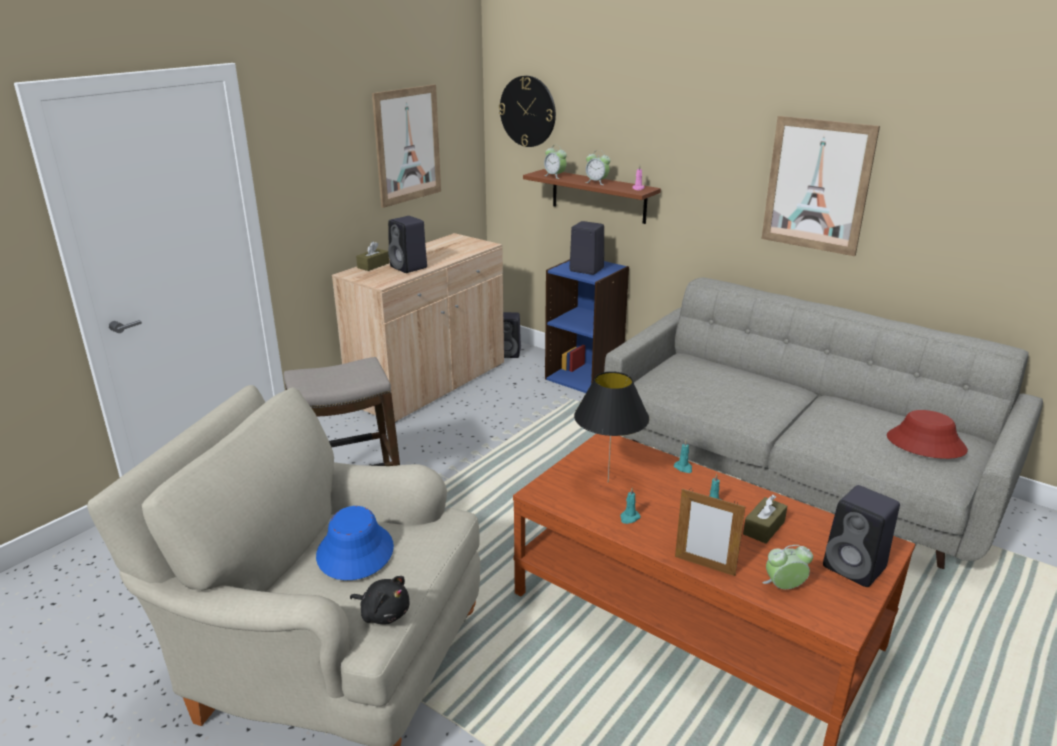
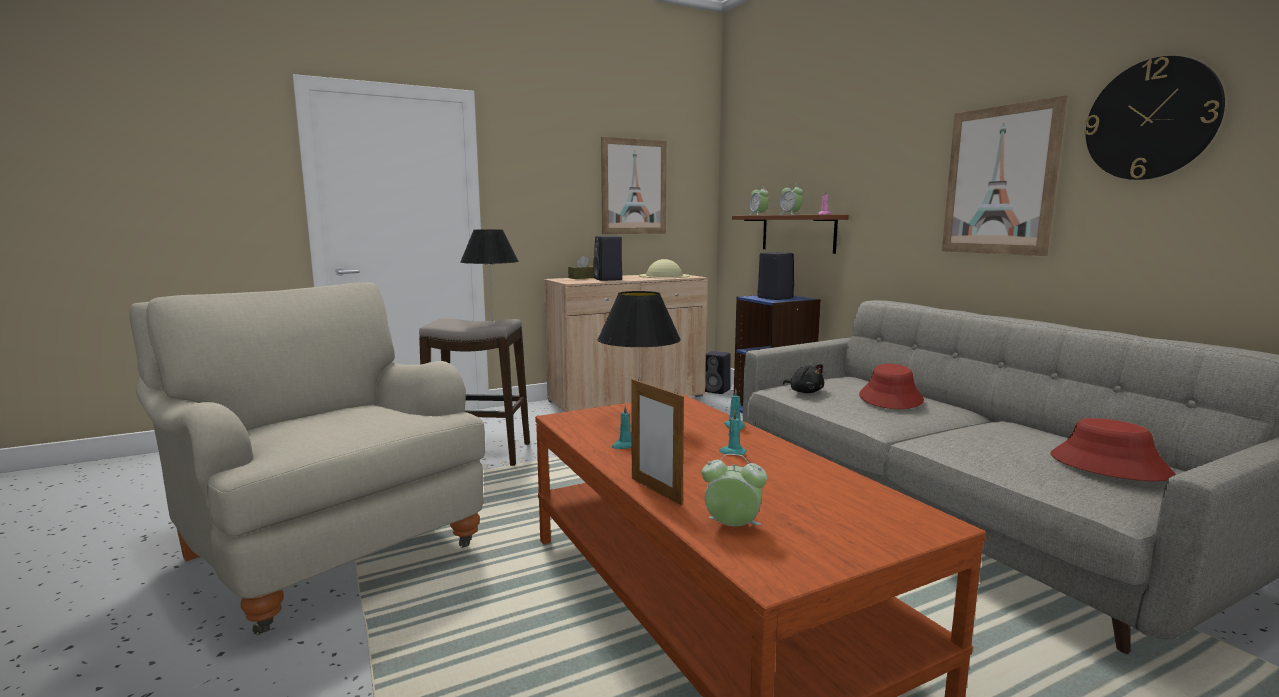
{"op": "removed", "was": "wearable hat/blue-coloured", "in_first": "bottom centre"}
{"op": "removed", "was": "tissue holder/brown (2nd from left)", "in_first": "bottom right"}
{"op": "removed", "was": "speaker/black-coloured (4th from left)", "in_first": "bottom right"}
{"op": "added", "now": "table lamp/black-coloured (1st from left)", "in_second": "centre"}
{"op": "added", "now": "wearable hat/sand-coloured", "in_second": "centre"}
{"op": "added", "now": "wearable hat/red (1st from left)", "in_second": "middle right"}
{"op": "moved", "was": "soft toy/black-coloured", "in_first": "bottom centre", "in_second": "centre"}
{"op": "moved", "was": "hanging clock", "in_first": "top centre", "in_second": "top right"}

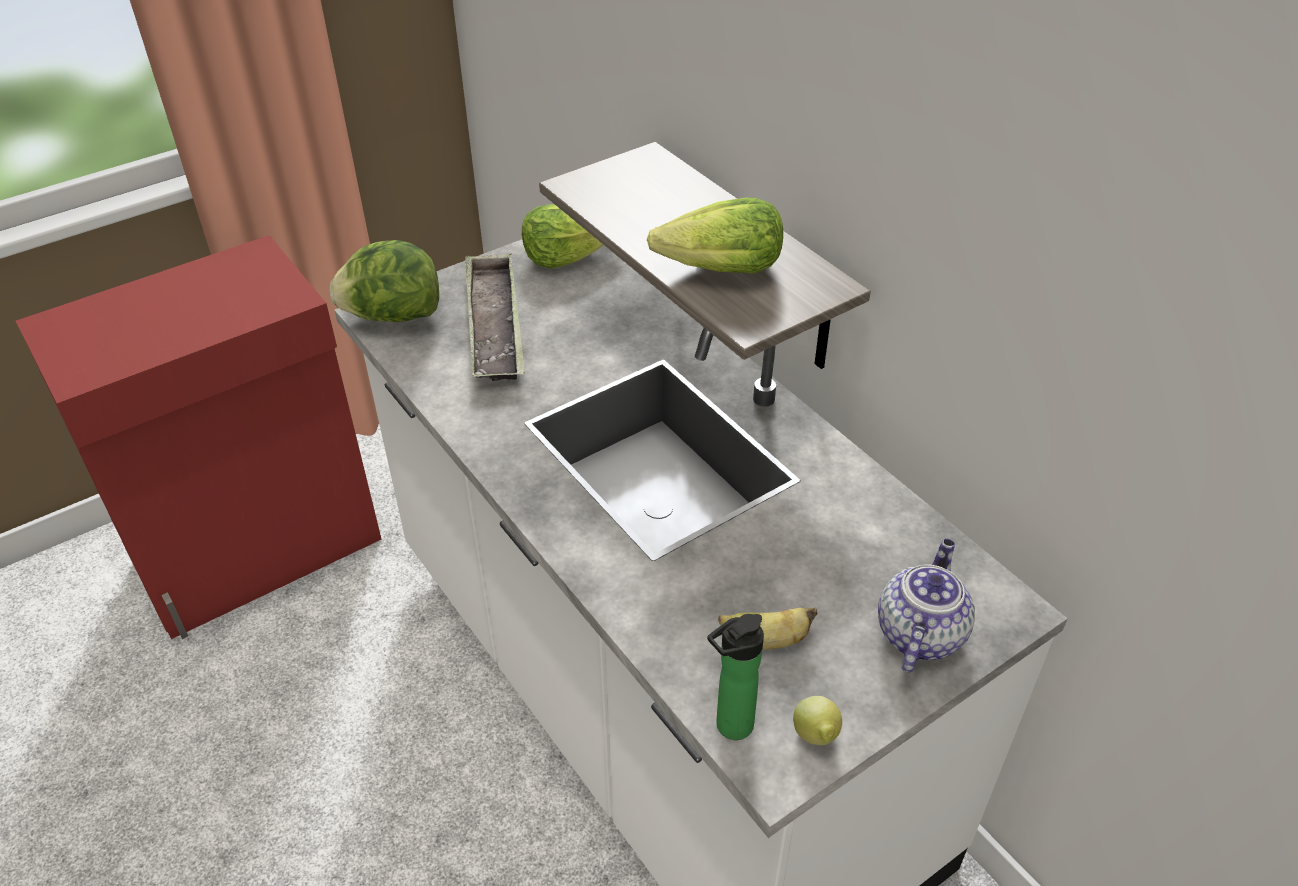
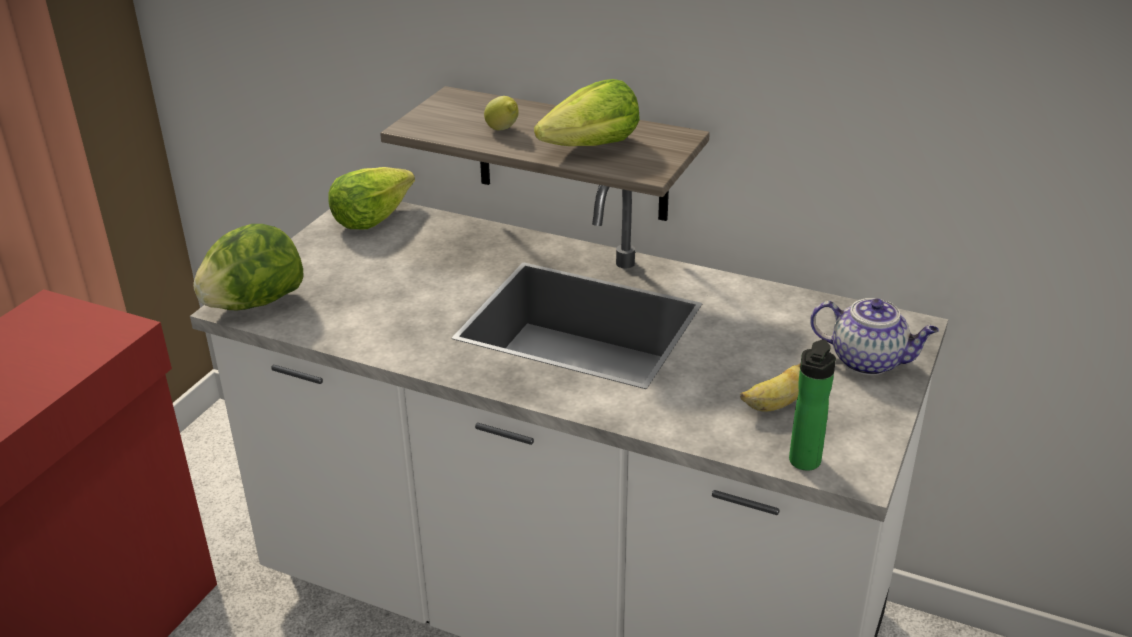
{"op": "removed", "was": "serving tray", "in_first": "centre"}
{"op": "moved", "was": "lemon", "in_first": "bottom centre", "in_second": "top centre"}
{"op": "turned", "was": "tea pot", "in_first": "bottom right", "in_second": "middle right", "clockwise": 120}

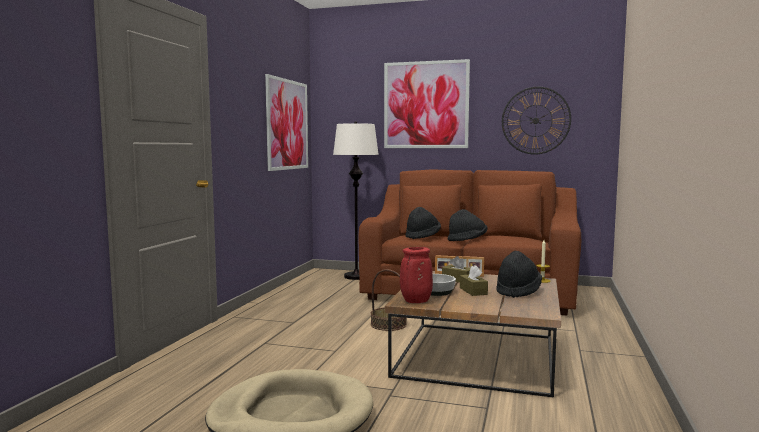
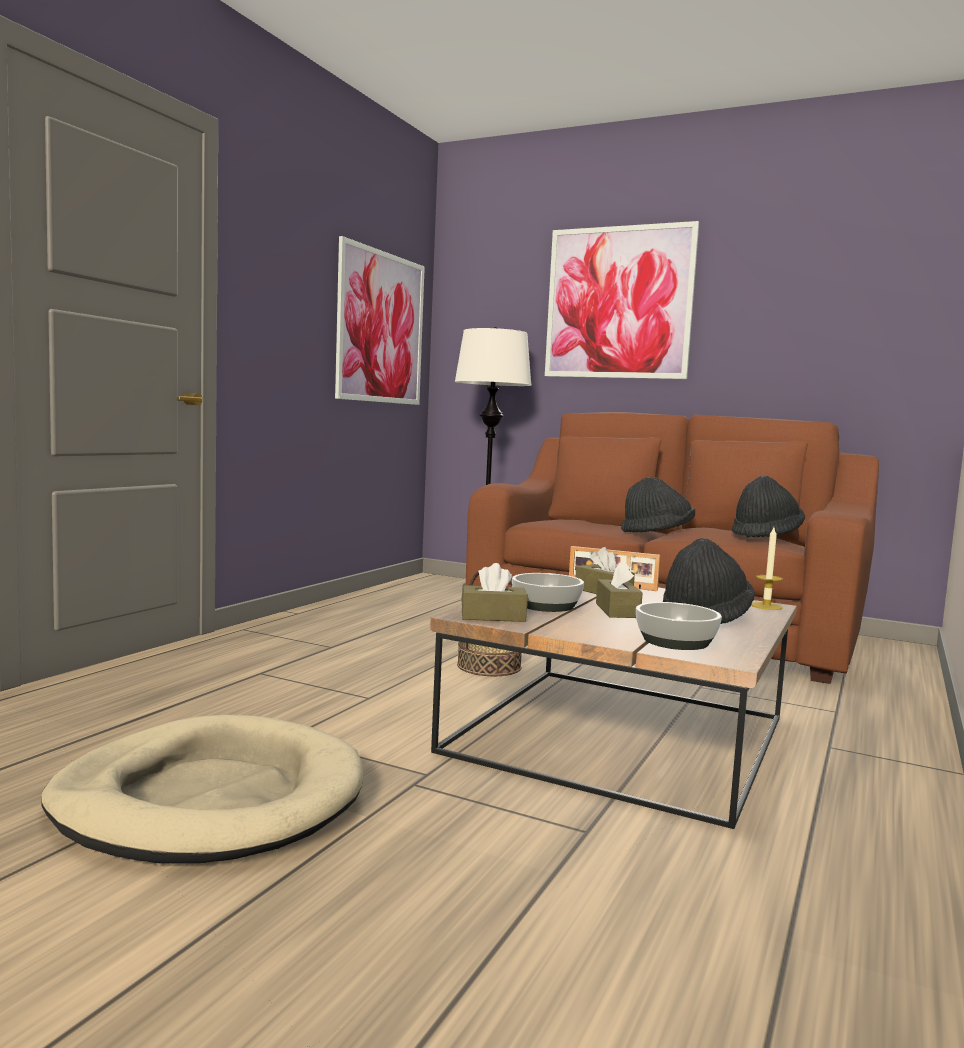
{"op": "removed", "was": "hanging clock", "in_first": "top right"}
{"op": "added", "now": "deep dish (2nd from left)", "in_second": "middle right"}
{"op": "moved", "was": "wearable hat/black-coloured (1st from left in the first image)", "now": "wearable hat/black-coloured (3rd from left)", "in_first": "centre", "in_second": "middle right"}
{"op": "replaced", "was": "vase/red", "now": "tissue holder/brown (1st from left)", "in_first": "centre", "in_second": "centre"}

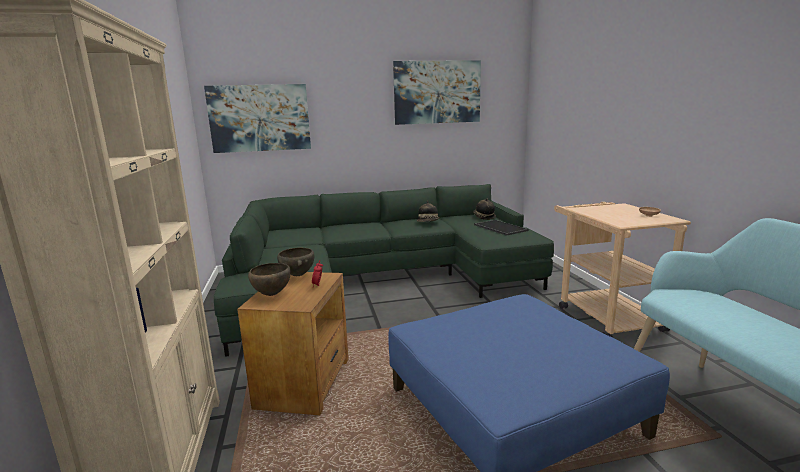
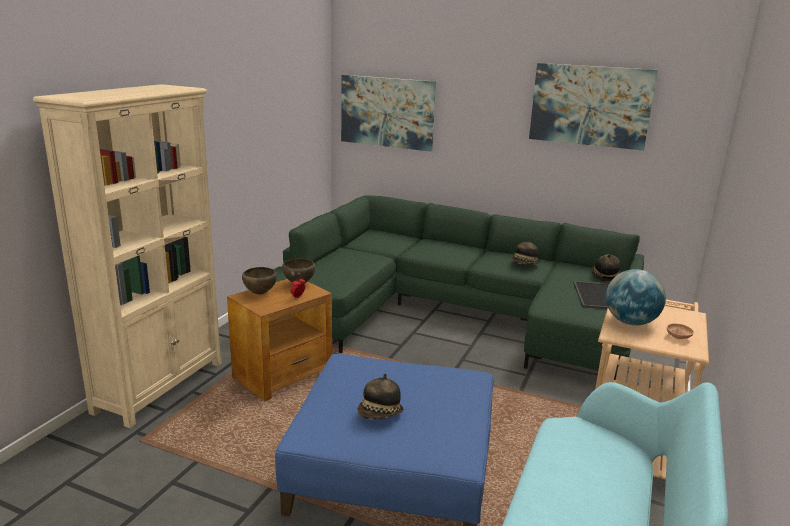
{"op": "added", "now": "wearable hat (1st from left)", "in_second": "bottom centre"}
{"op": "added", "now": "globe", "in_second": "middle right"}

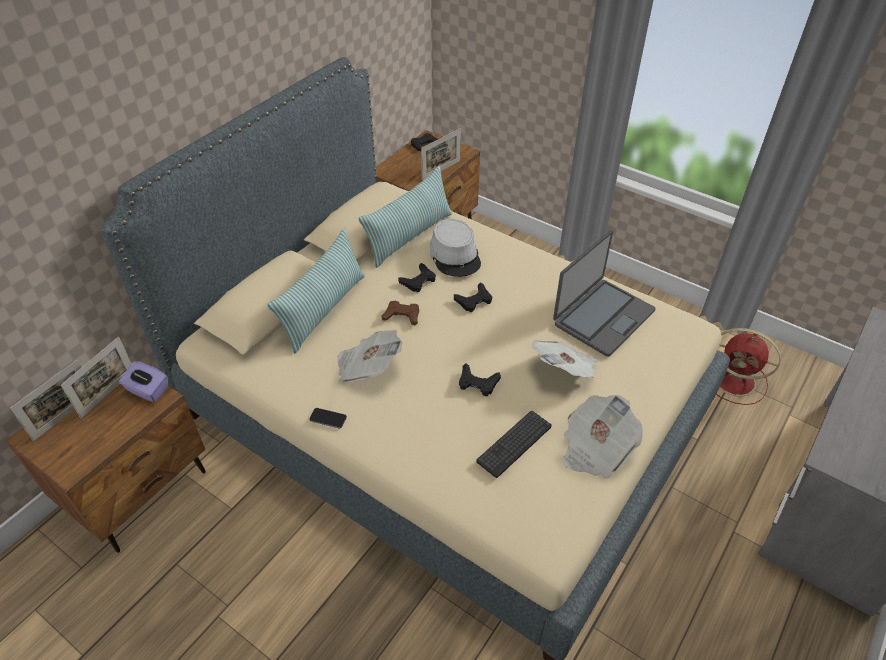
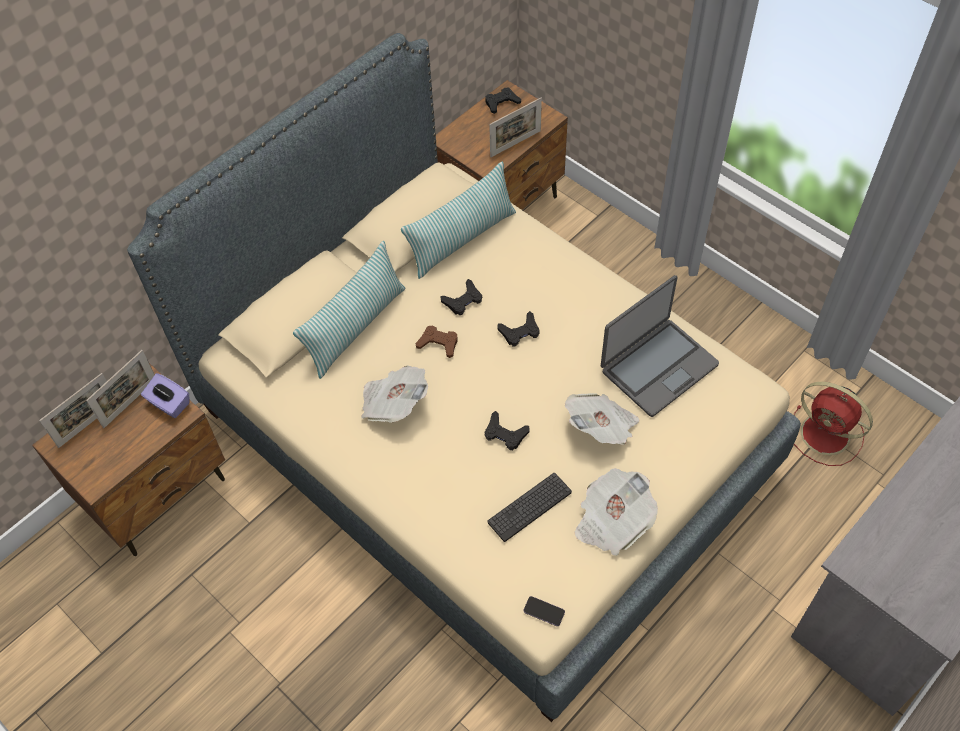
{"op": "removed", "was": "wearable hat/grey", "in_first": "centre"}
{"op": "moved", "was": "telephone", "in_first": "centre", "in_second": "bottom centre"}

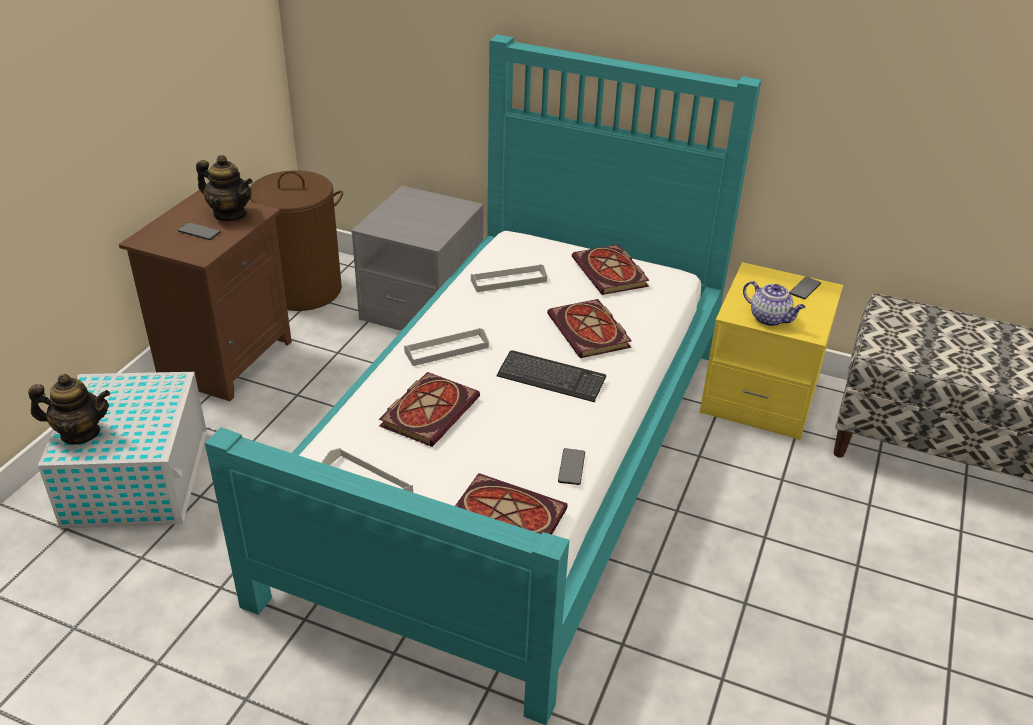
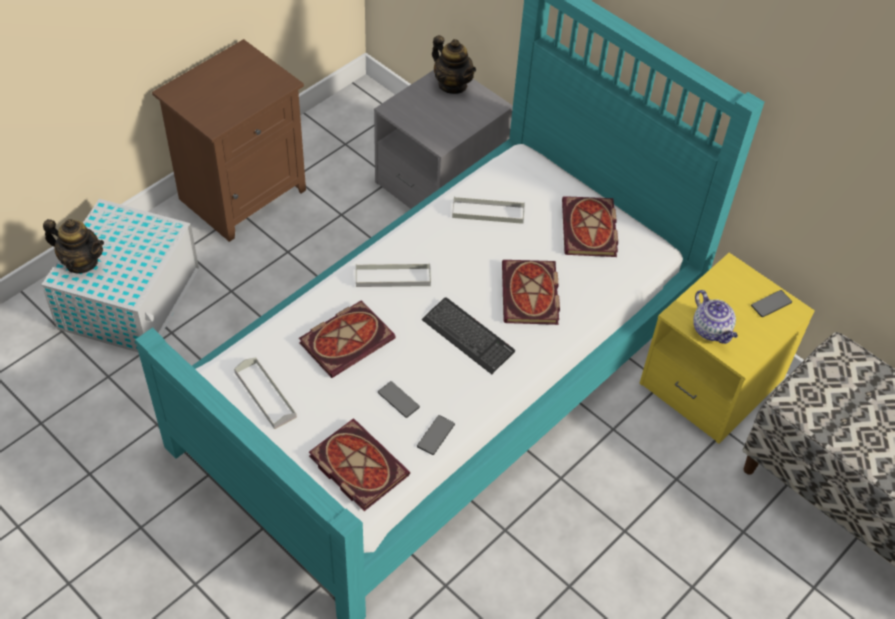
{"op": "removed", "was": "hamper/brown", "in_first": "top left"}
{"op": "moved", "was": "telephone (1st from left)", "in_first": "top left", "in_second": "centre"}
{"op": "moved", "was": "tea pot (2nd from left)", "in_first": "top left", "in_second": "top centre"}

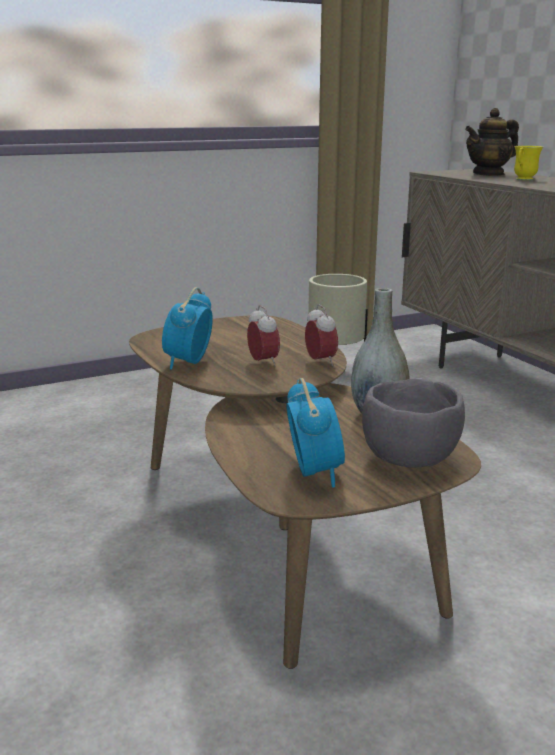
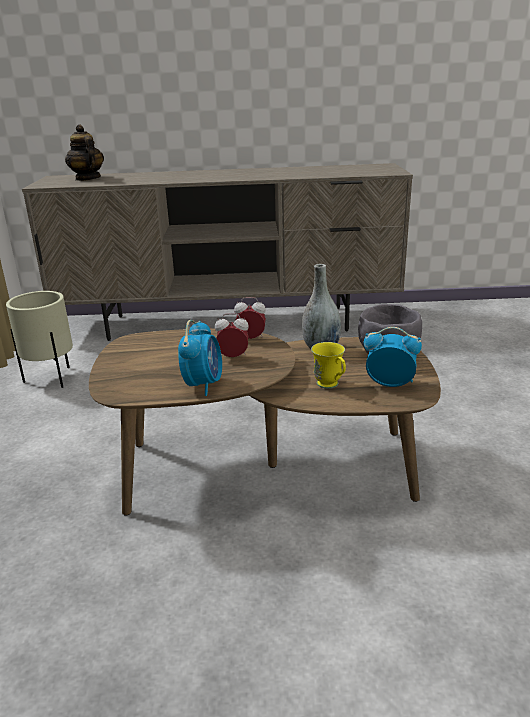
{"op": "moved", "was": "tea mug/yellowish", "in_first": "top right", "in_second": "centre"}
{"op": "turned", "was": "table clock (1st from left)", "in_first": "centre", "in_second": "centre", "clockwise": -120}
{"op": "turned", "was": "tea pot", "in_first": "top right", "in_second": "top left", "clockwise": 150}

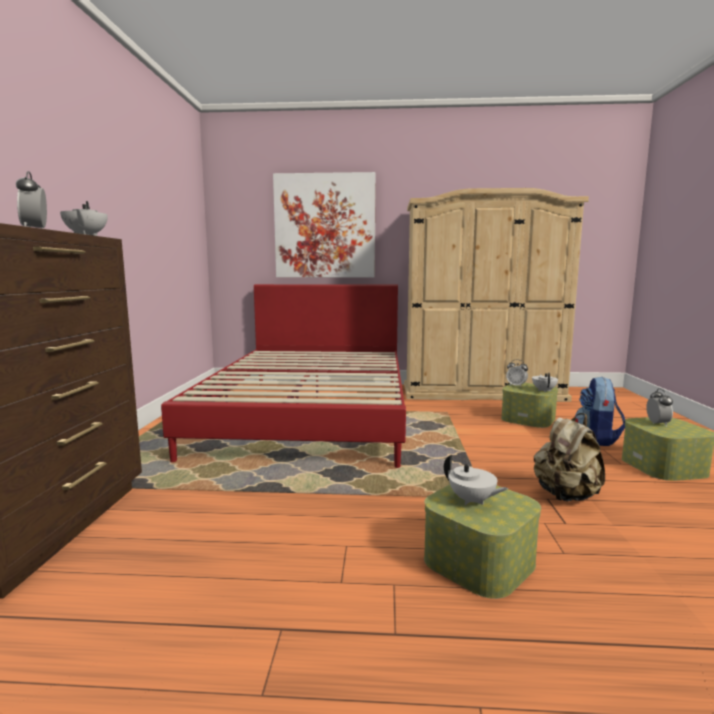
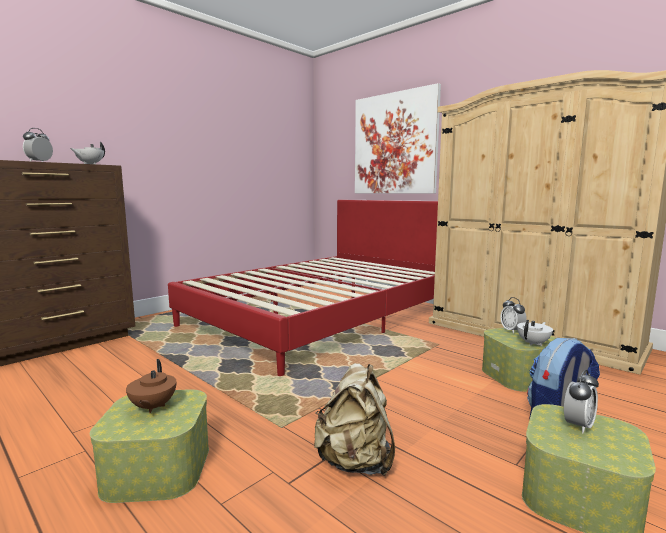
{"op": "recoloured", "was": "tea pot/whitish (2nd from left)", "now": "tea pot/brown", "in_first": "bottom right", "in_second": "bottom left"}

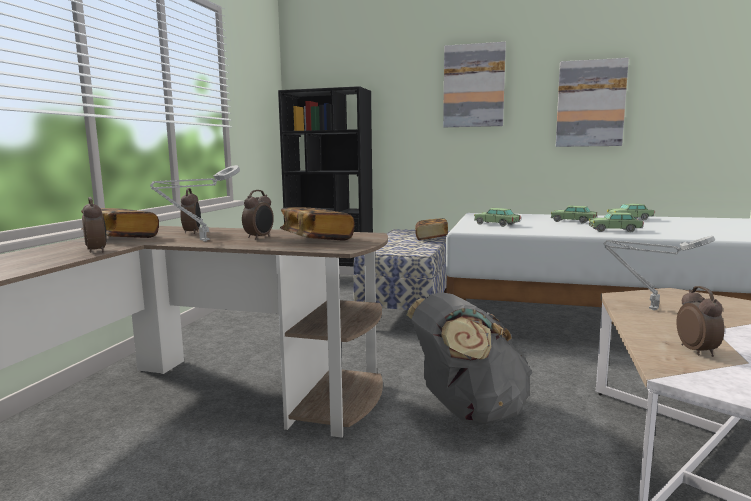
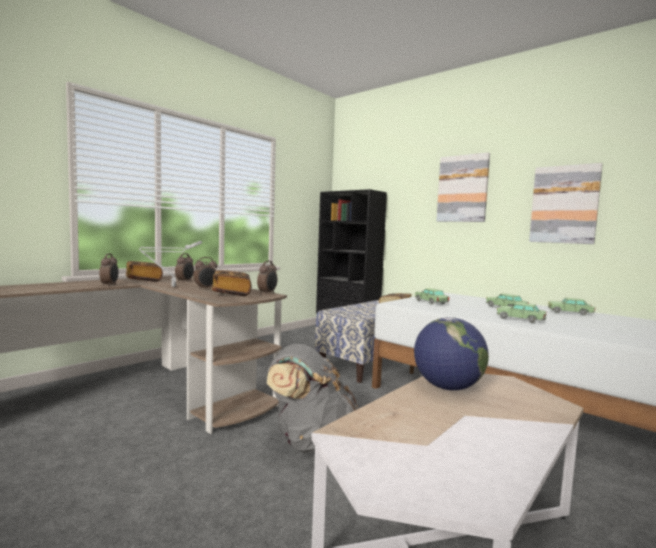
{"op": "moved", "was": "table clock (4th from left)", "in_first": "middle right", "in_second": "centre"}
{"op": "replaced", "was": "table lamp/grey (2nd from left)", "now": "globe", "in_first": "middle right", "in_second": "middle right"}

